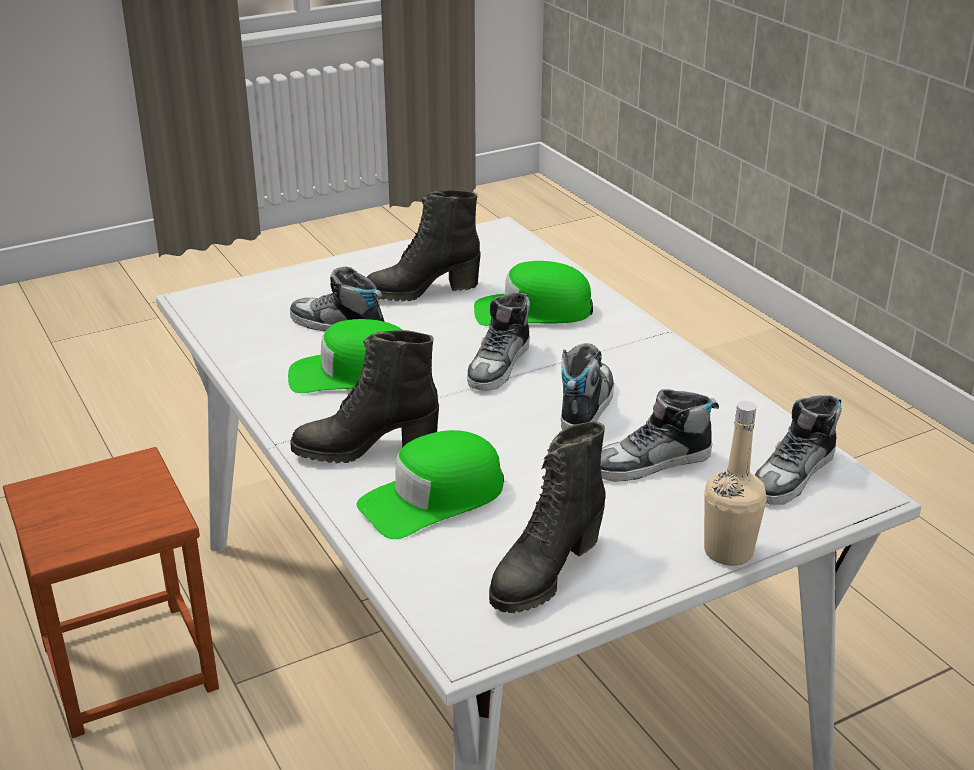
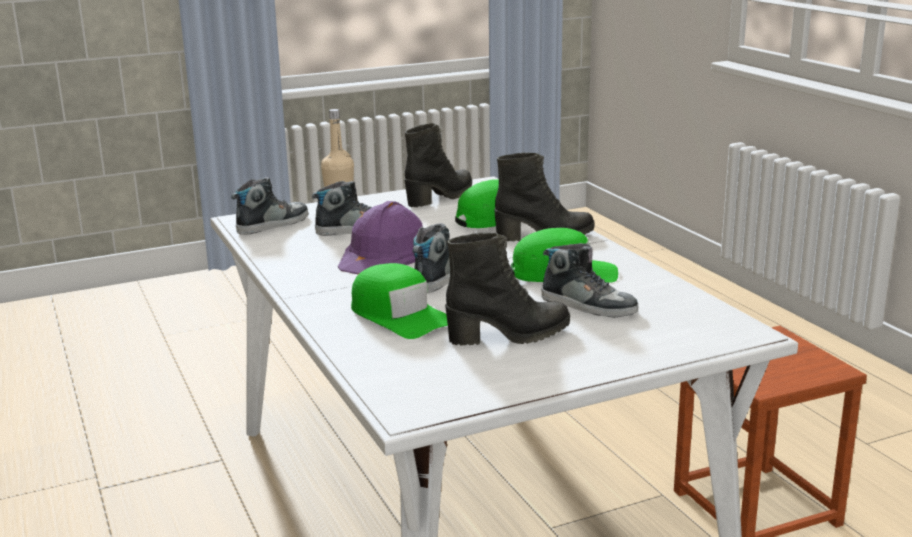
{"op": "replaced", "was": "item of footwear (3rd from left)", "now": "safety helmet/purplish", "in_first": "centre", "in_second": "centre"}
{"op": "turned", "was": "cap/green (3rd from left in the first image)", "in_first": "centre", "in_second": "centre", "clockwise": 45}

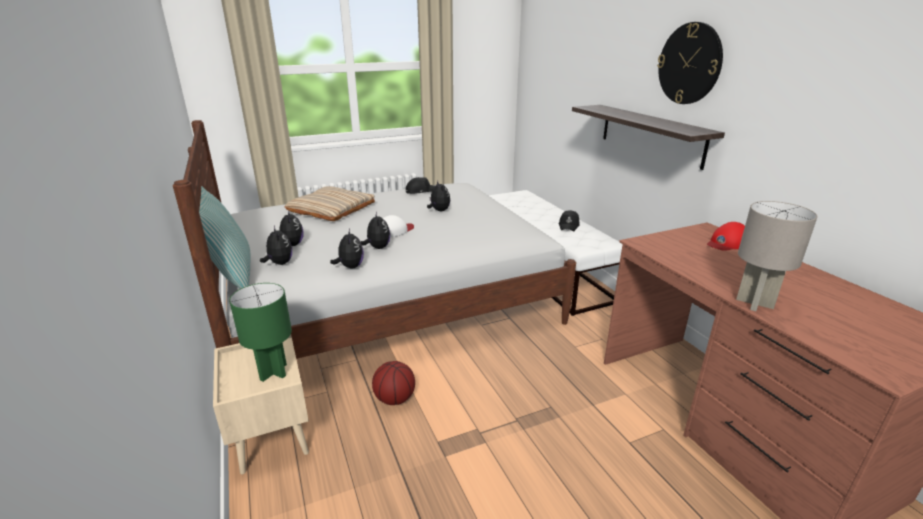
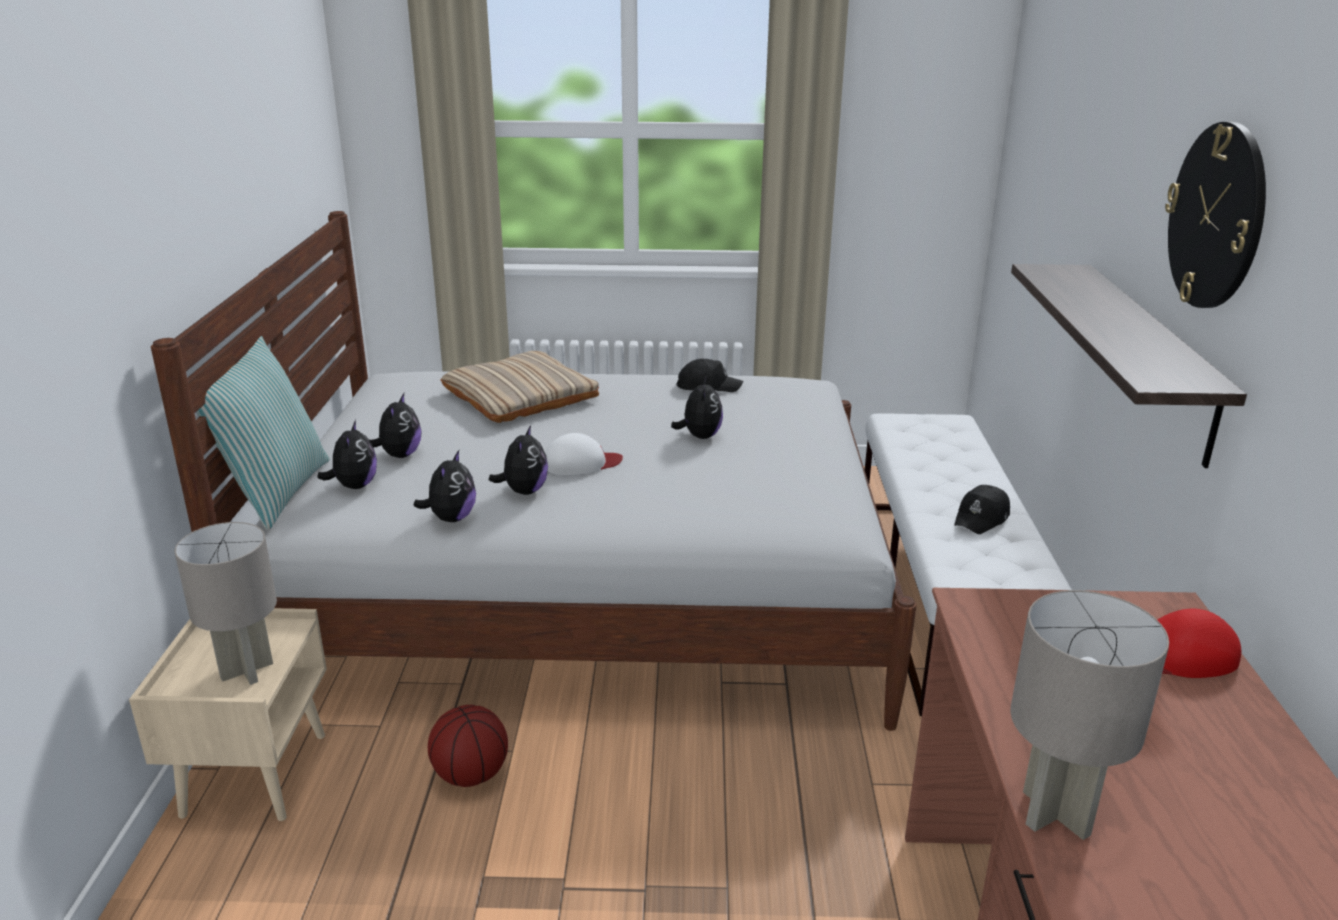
{"op": "recoloured", "was": "table lamp/green", "now": "table lamp/grey (1st from left)", "in_first": "middle left", "in_second": "middle left"}

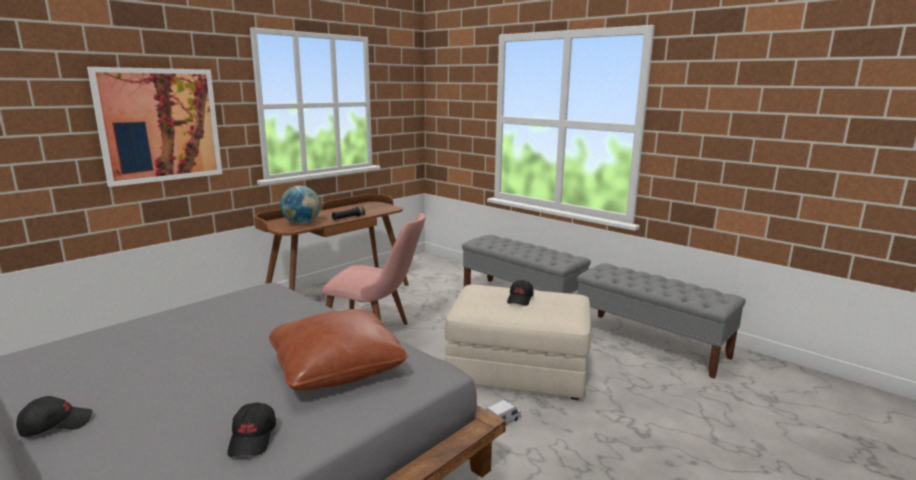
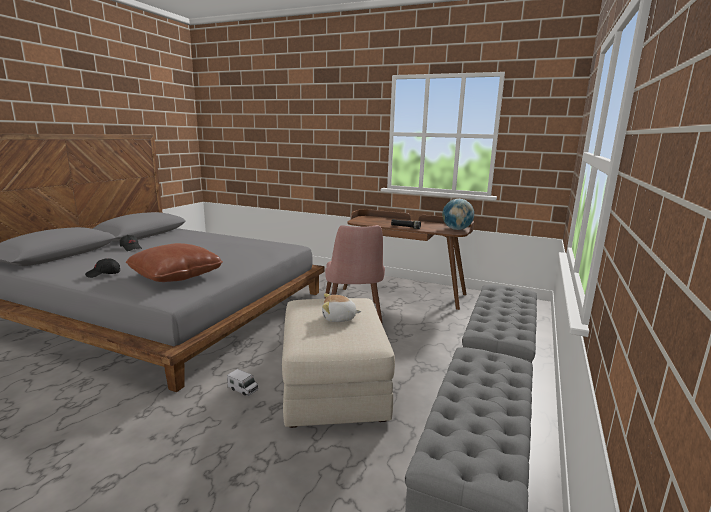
{"op": "removed", "was": "wall picture", "in_first": "top left"}
{"op": "moved", "was": "globe", "in_first": "middle left", "in_second": "centre"}
{"op": "replaced", "was": "cap/black-coloured (3rd from left)", "now": "soft toy", "in_first": "centre", "in_second": "centre"}

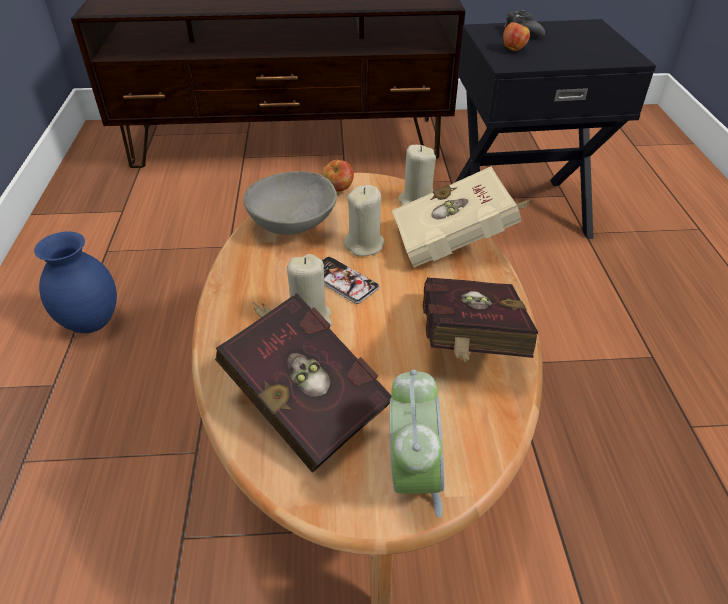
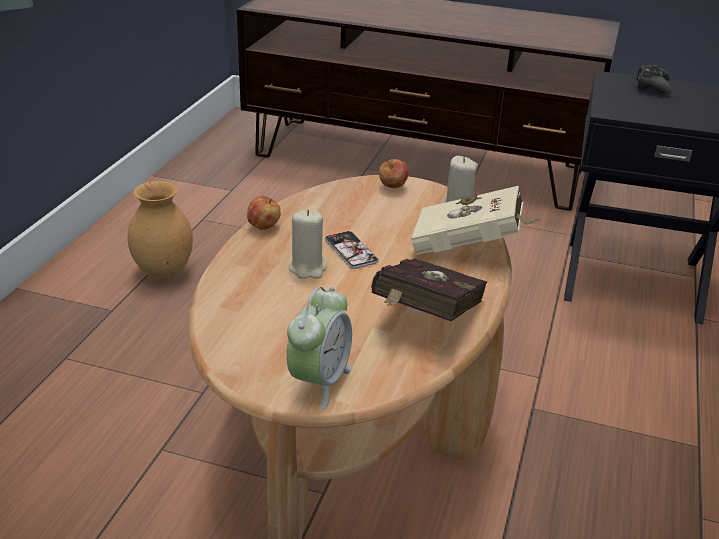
{"op": "removed", "was": "book/red (1st from left)", "in_first": "centre"}
{"op": "removed", "was": "deep dish/grey", "in_first": "centre"}
{"op": "removed", "was": "wax candle/sand-coloured (2nd from left)", "in_first": "centre"}
{"op": "moved", "was": "apple fruit (2nd from left in the first image)", "now": "apple fruit (1st from left)", "in_first": "top right", "in_second": "centre"}
{"op": "recoloured", "was": "vase/blue-coloured", "now": "vase/brown", "in_first": "middle left", "in_second": "middle left"}

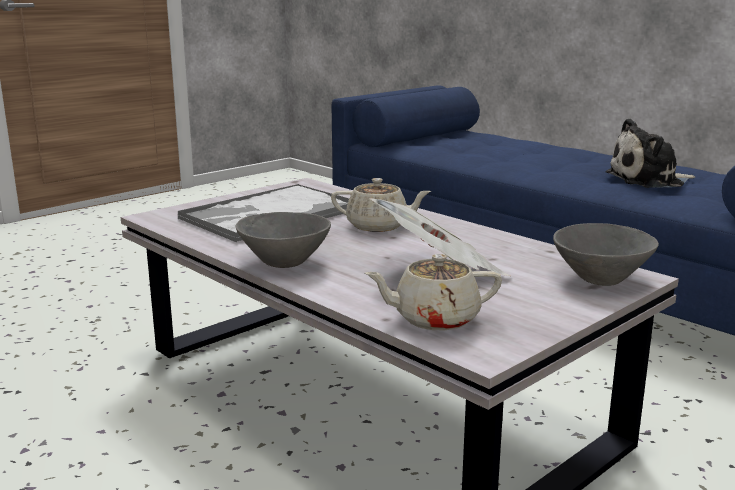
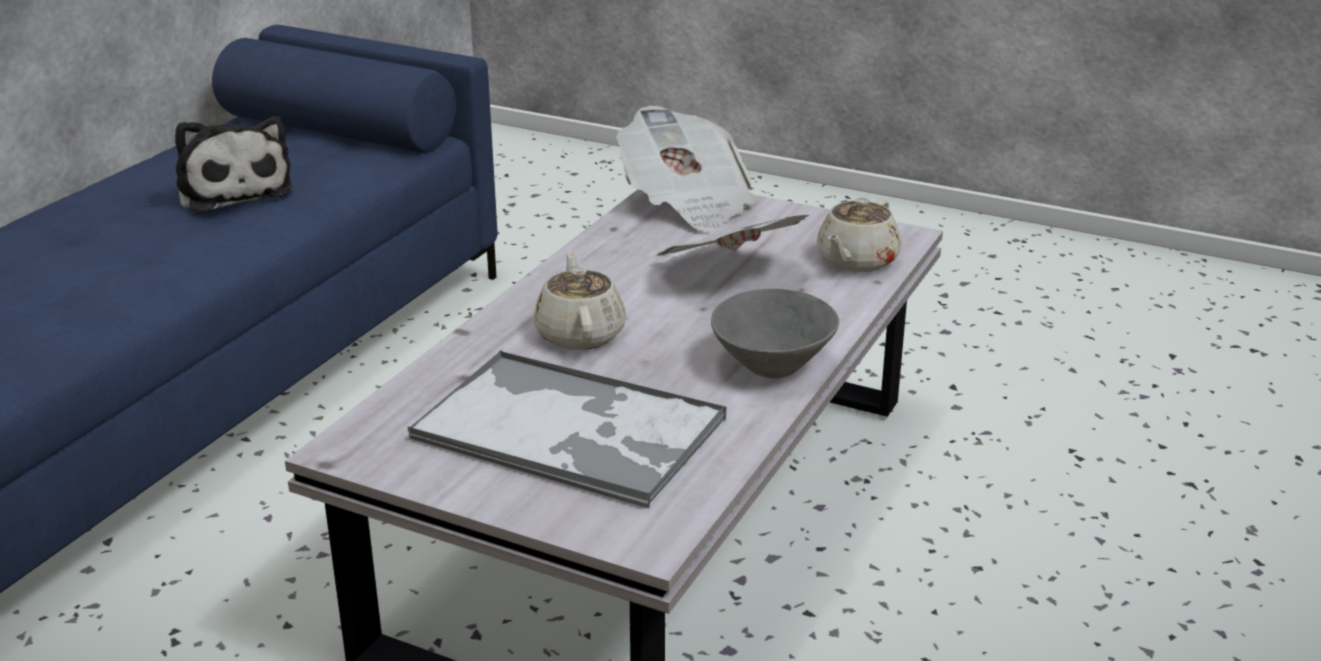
{"op": "replaced", "was": "deep dish/grey (2nd from left)", "now": "newspaper (1st from left)", "in_first": "middle right", "in_second": "top centre"}
{"op": "turned", "was": "tea pot/sand-coloured (2nd from left)", "in_first": "centre", "in_second": "centre", "clockwise": 60}

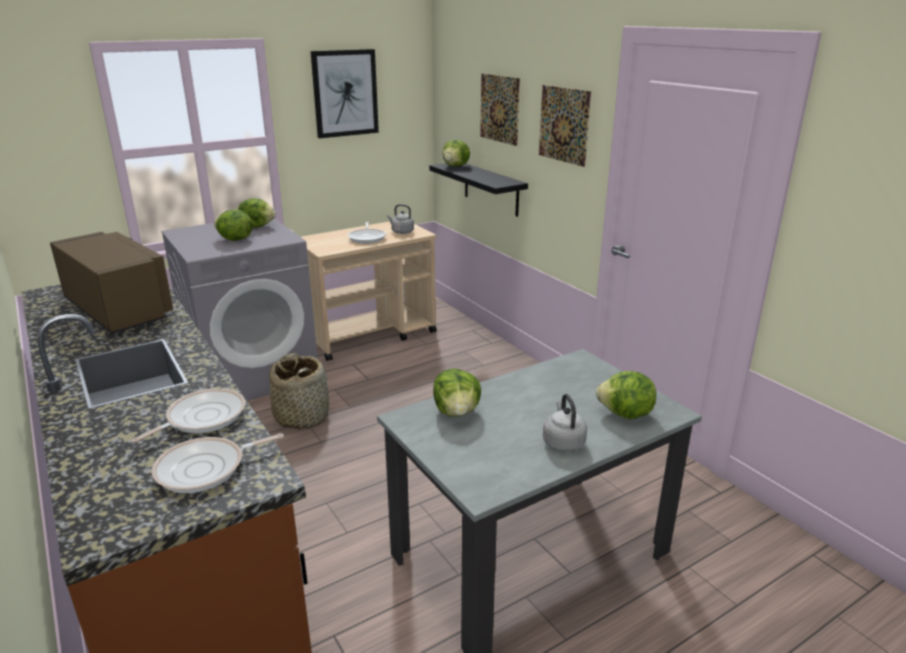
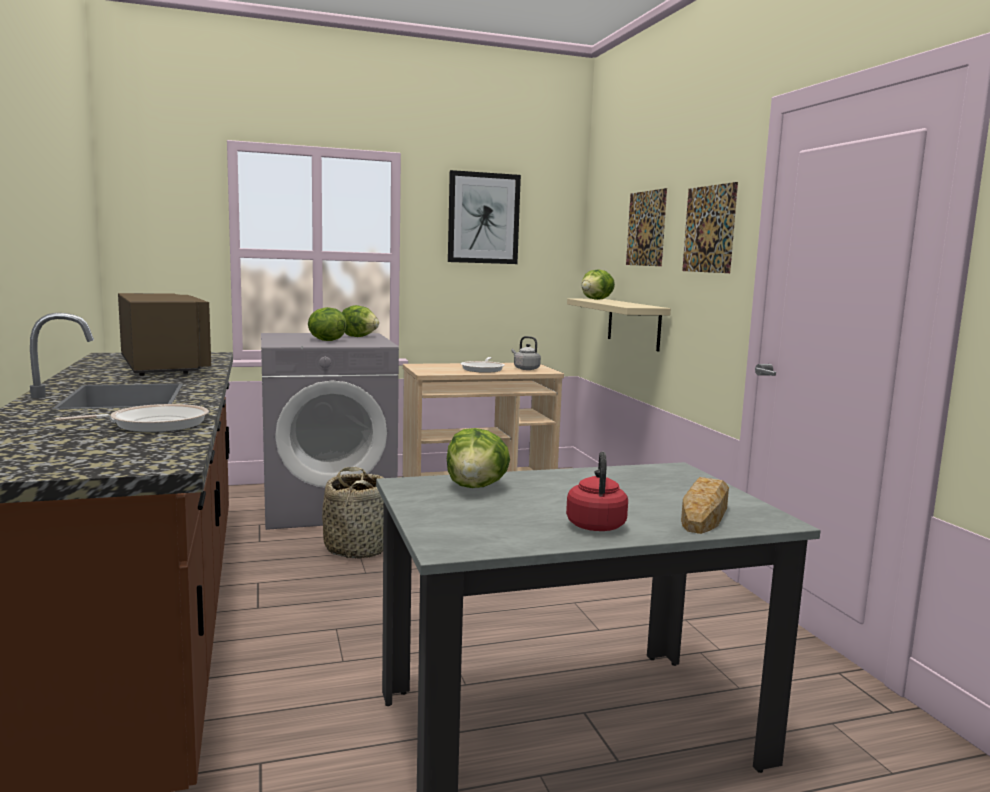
{"op": "removed", "was": "skillet (2nd from left)", "in_first": "bottom left"}
{"op": "replaced", "was": "lettuce (5th from left)", "now": "bakery bread", "in_first": "middle right", "in_second": "middle right"}
{"op": "recoloured", "was": "wall shelf/black-coloured", "now": "wall shelf/sand-coloured", "in_first": "top centre", "in_second": "centre"}
{"op": "recoloured", "was": "tea kettle/grey (2nd from left)", "now": "tea kettle/red", "in_first": "centre", "in_second": "centre"}

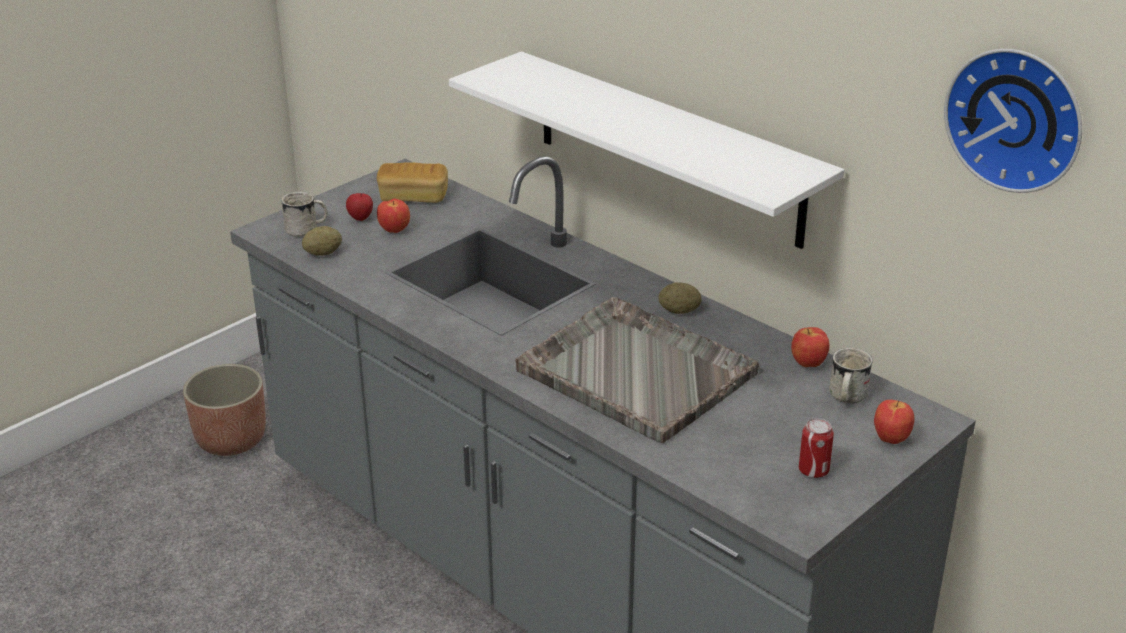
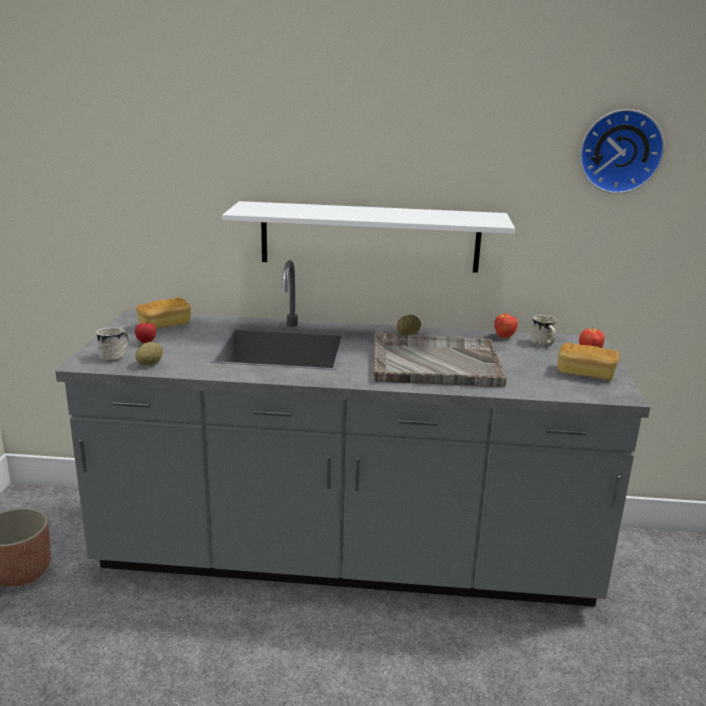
{"op": "removed", "was": "apple fruit (2nd from left)", "in_first": "centre"}
{"op": "replaced", "was": "can", "now": "bakery bread (2nd from left)", "in_first": "bottom right", "in_second": "middle right"}

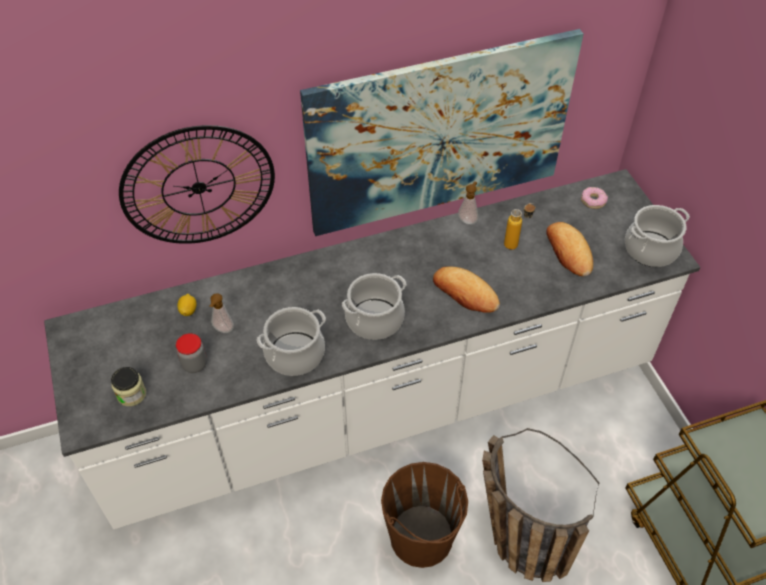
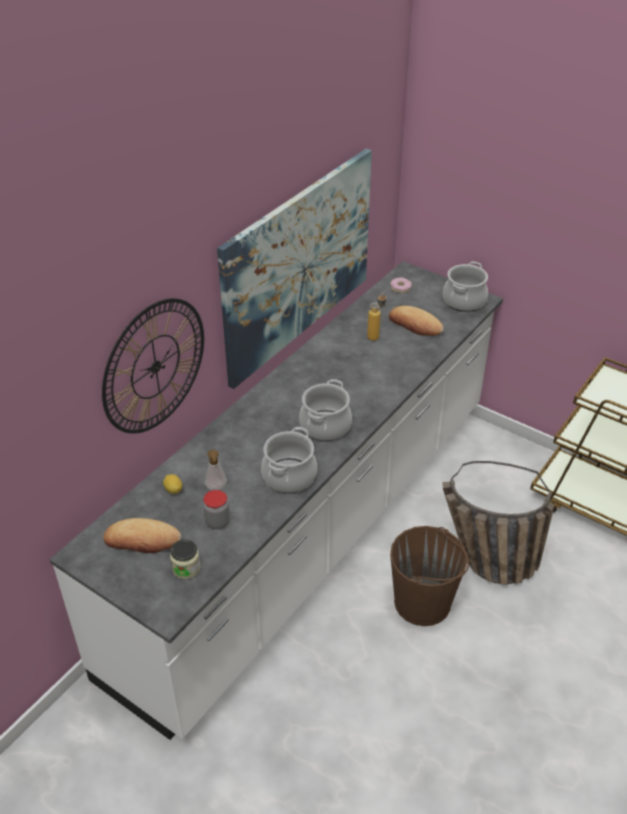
{"op": "removed", "was": "soap bottle (2nd from left)", "in_first": "centre"}
{"op": "moved", "was": "bakery bread (1st from left)", "in_first": "centre", "in_second": "middle left"}

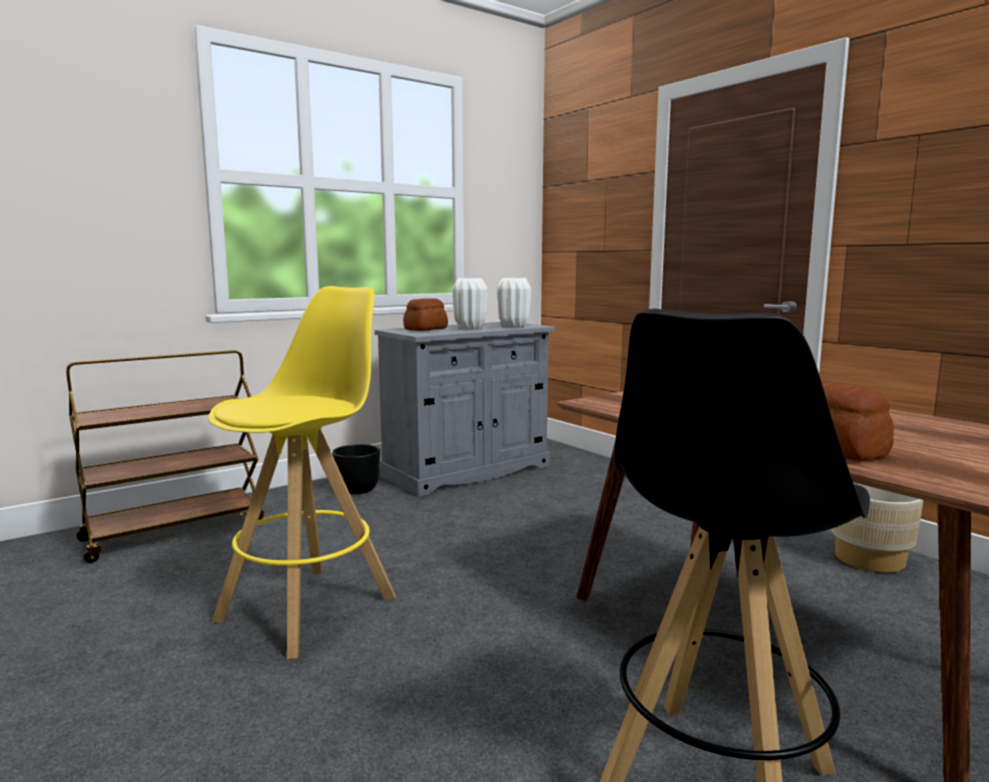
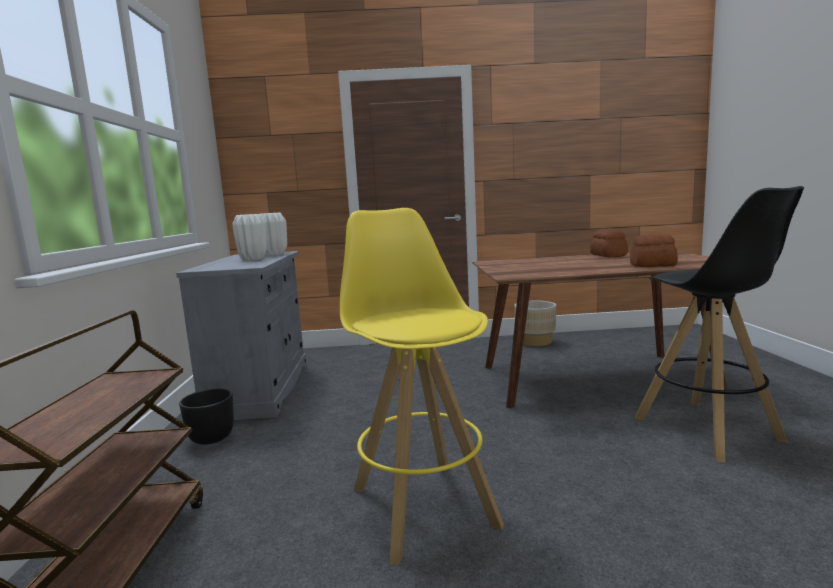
{"op": "moved", "was": "bakery bread (1st from left)", "in_first": "centre", "in_second": "middle right"}

